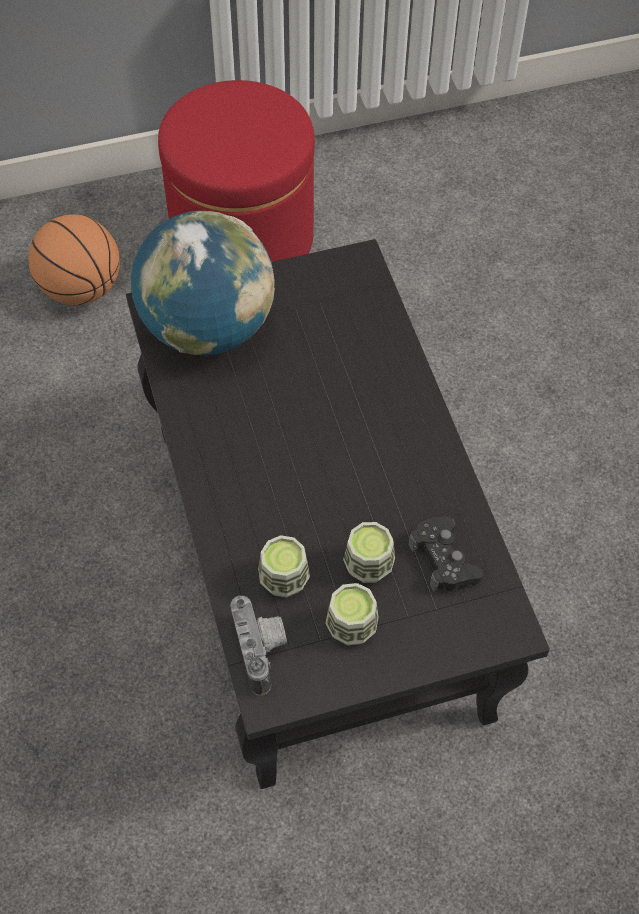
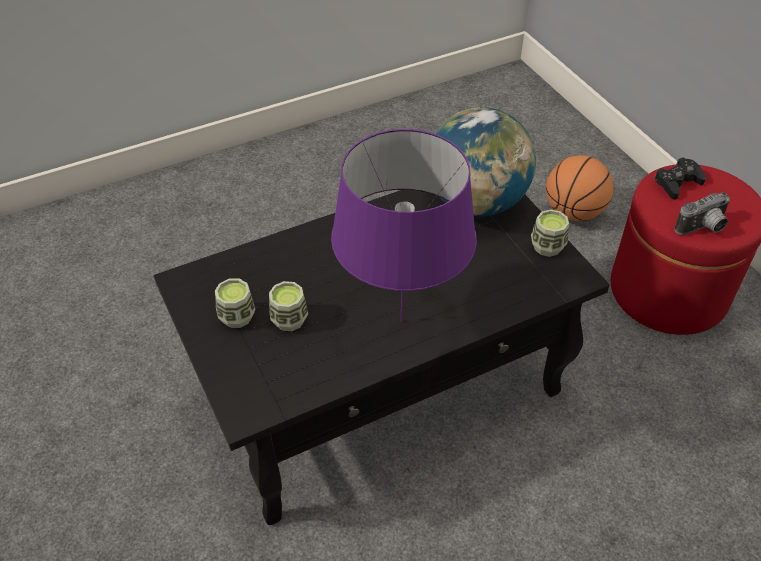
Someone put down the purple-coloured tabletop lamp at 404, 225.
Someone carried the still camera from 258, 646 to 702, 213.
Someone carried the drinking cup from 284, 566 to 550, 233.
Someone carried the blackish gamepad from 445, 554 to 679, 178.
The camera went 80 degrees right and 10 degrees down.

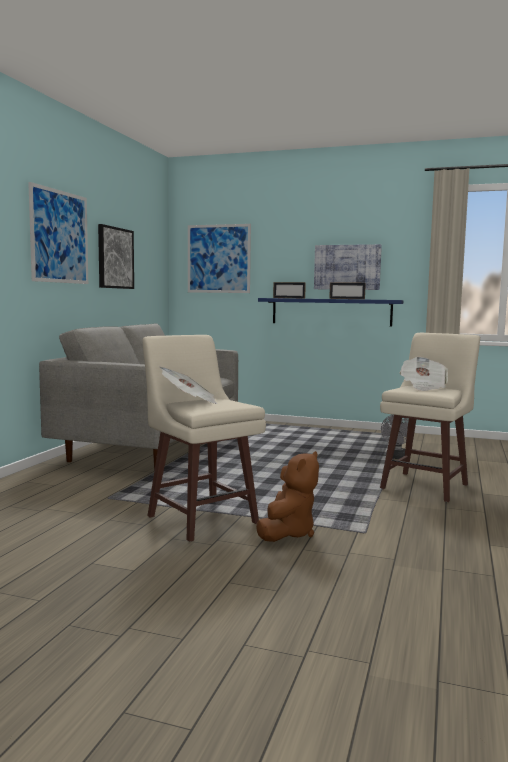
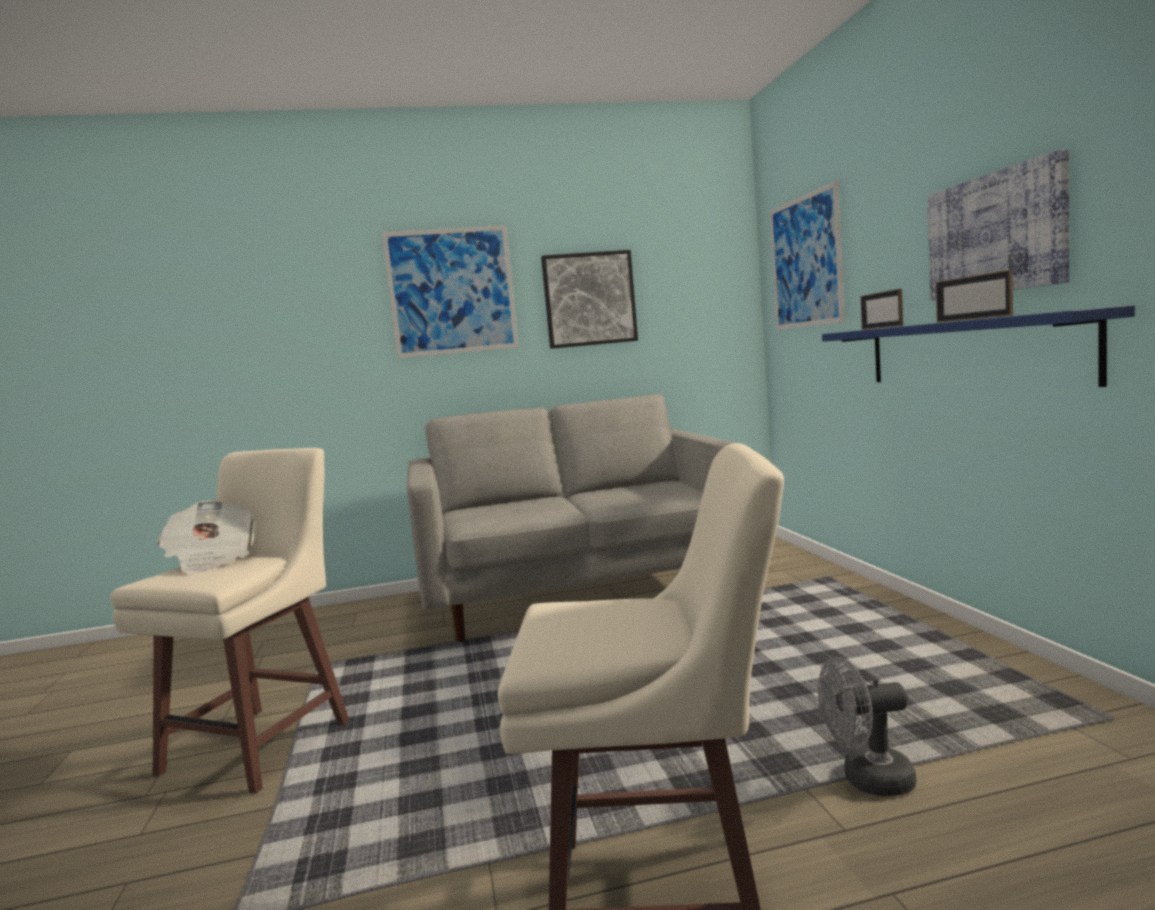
Someone took away the brown plush toy at 287, 496.
Someone took away the daily paper at 424, 374.
The camera went 60 degrees right and 0 degrees up.

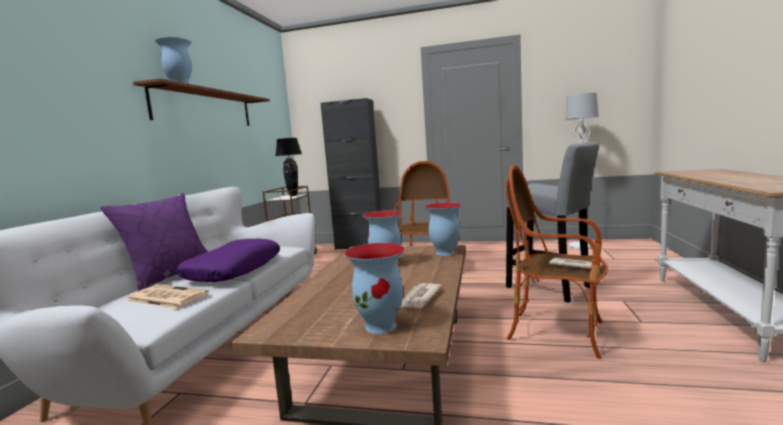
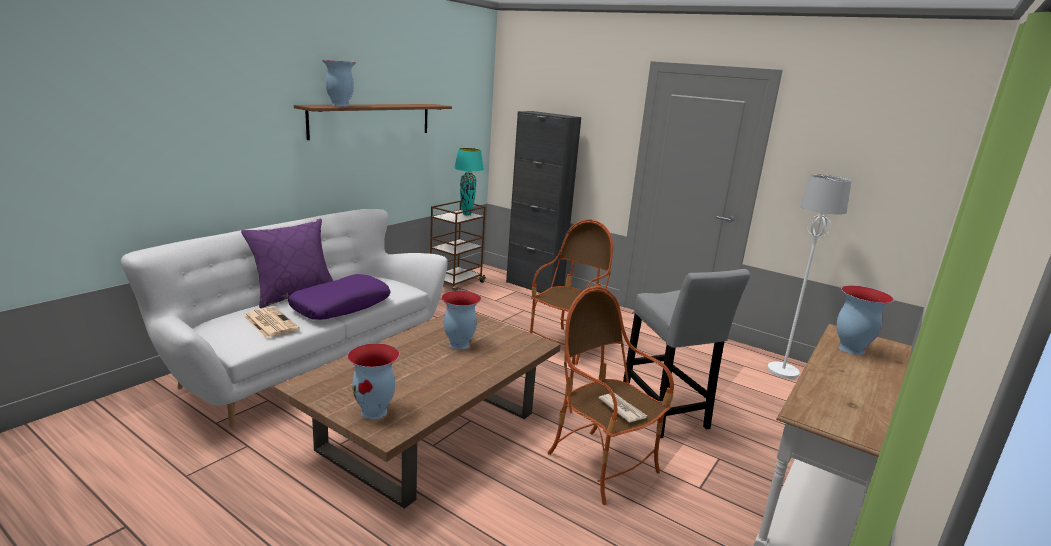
Someone took away the daily paper at 421, 295.
Someone carried the decorative vase from 443, 229 to 865, 320.
Someone repainted the blackish tabletop lamp at 289, 167, which became the blue-green tabletop lamp at 469, 182.
The camera went 20 degrees right and 10 degrees up.

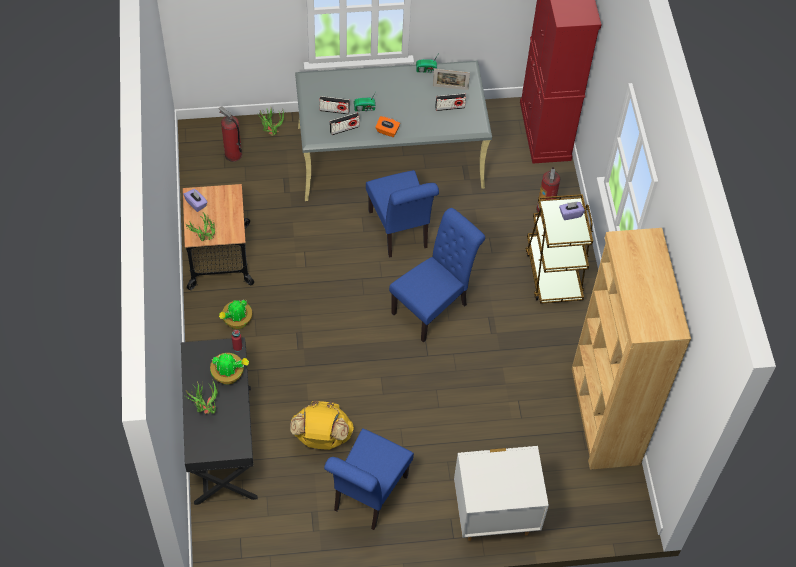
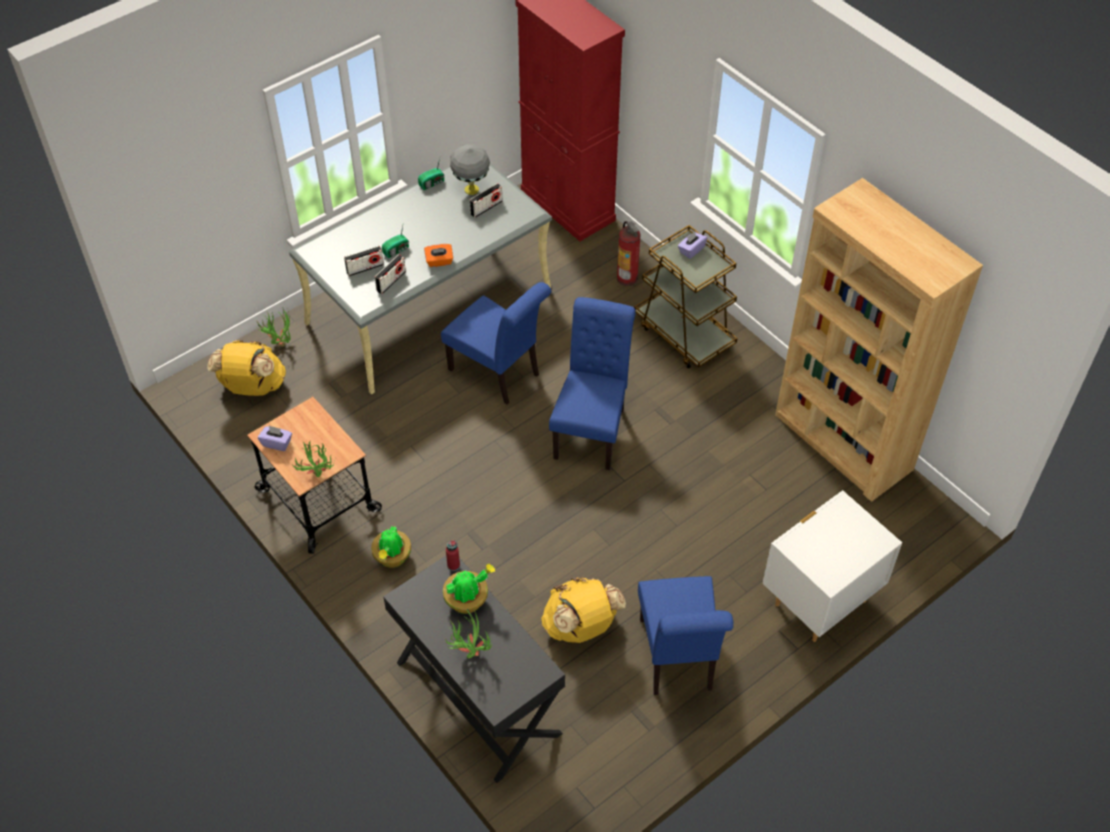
Someone swapped the fire extinguisher at 230, 134 for the yellow-coloured backpack at 246, 368.
Someone swapped the photo frame at 451, 79 for the greyish tabletop lamp at 470, 169.
The camera went 30 degrees left and 5 degrees down.

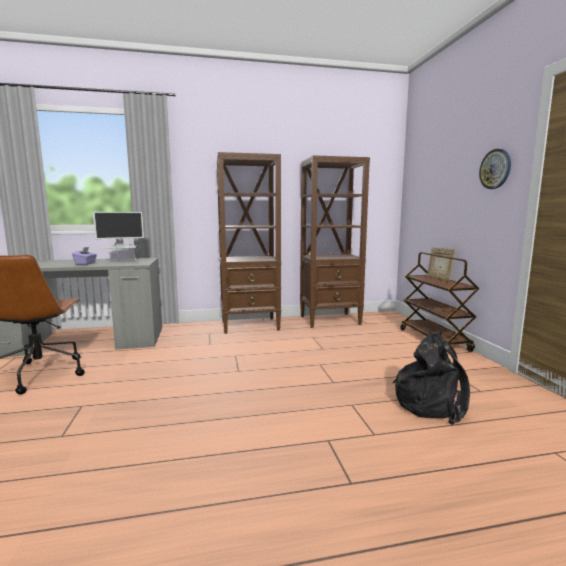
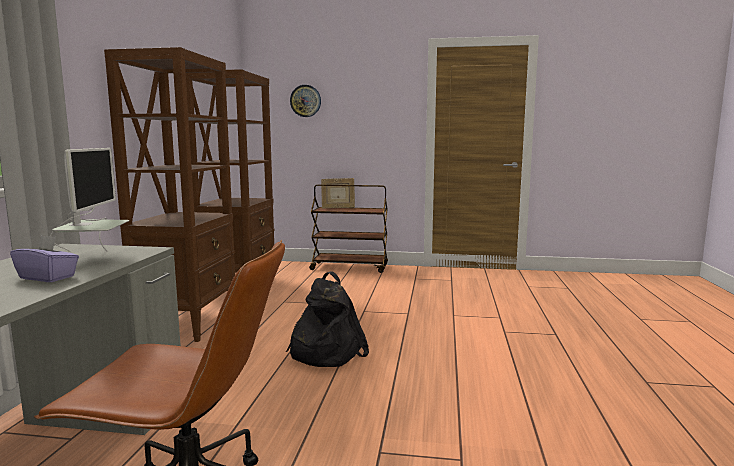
Someone carried the blackish backpack from 431, 377 to 327, 319.
Someone carried the hanging clock from 495, 169 to 305, 101.
The camera went 70 degrees left and 0 degrees up.

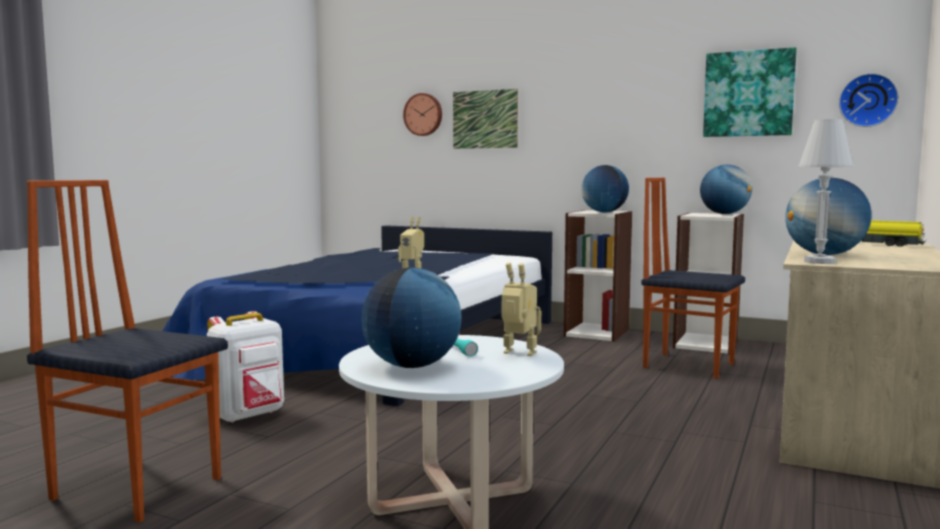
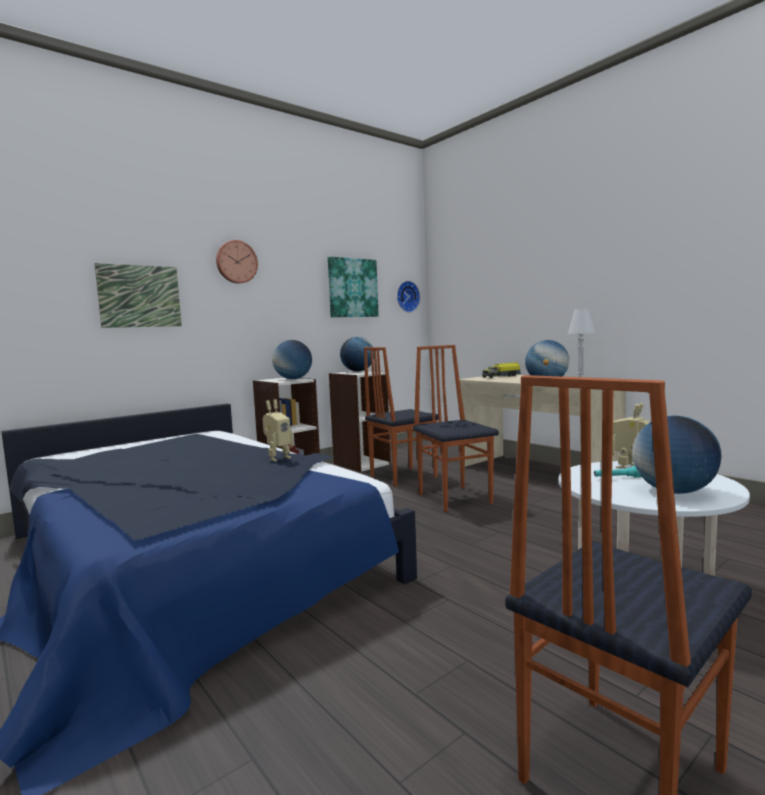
Someone took away the white-coloured backpack at 245, 367.
Someone put down the plain chair at 456, 428.
Someone carried the hanging clock from 422, 114 to 237, 262.
The camera went 65 degrees left and 0 degrees up.

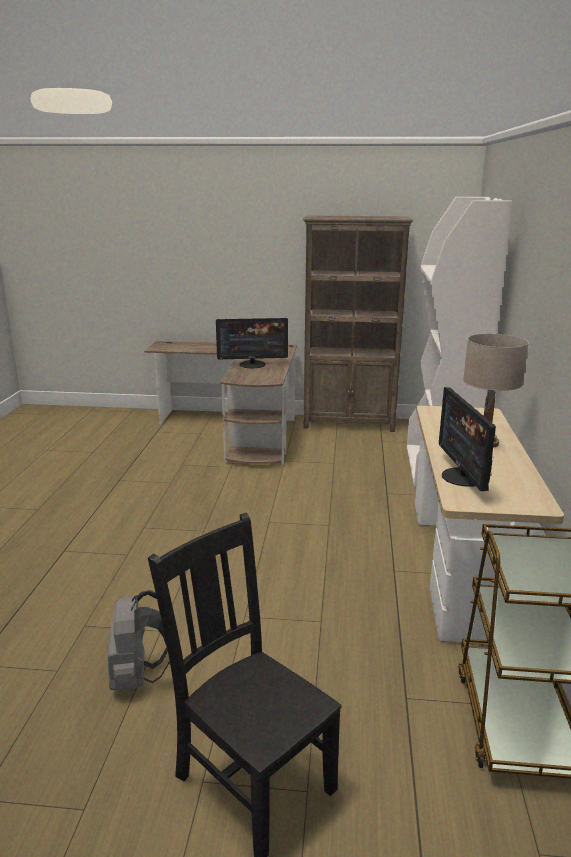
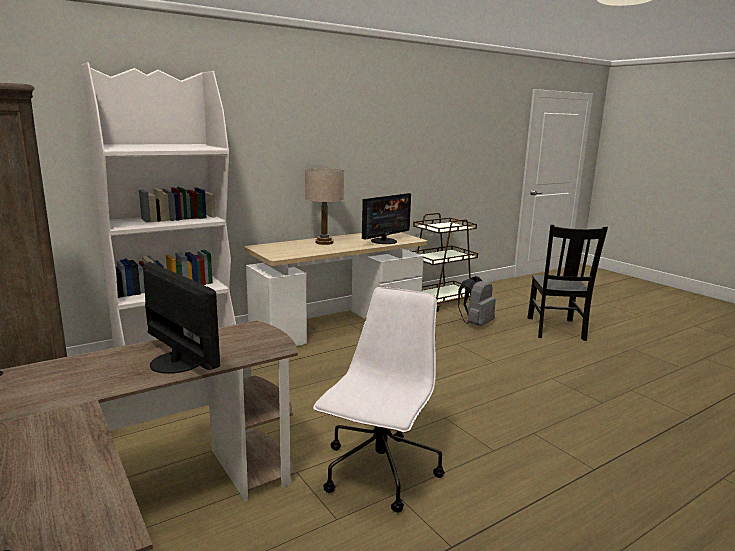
Someone put down the white-coloured office chair at 379, 400.
Someone carried the greyish backpack from 139, 640 to 477, 301.
The camera went 130 degrees left and 5 degrees down.

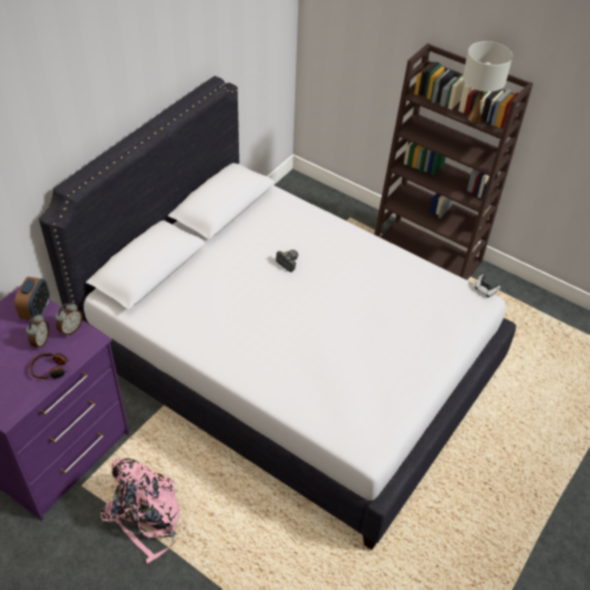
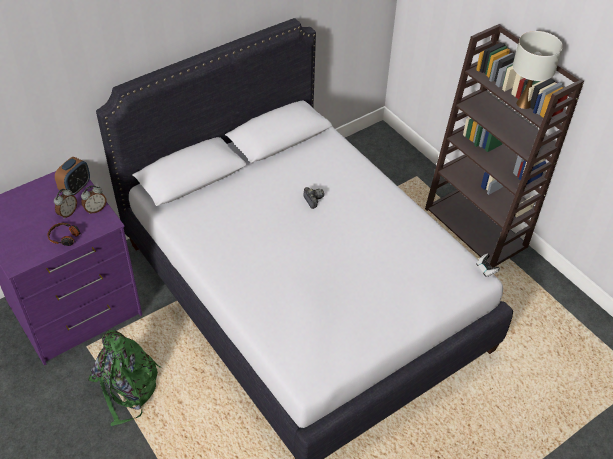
Someone repainted the pink-coloured backpack at 139, 511, which became the green-coloured backpack at 124, 378.
The camera went 20 degrees right and 0 degrees up.

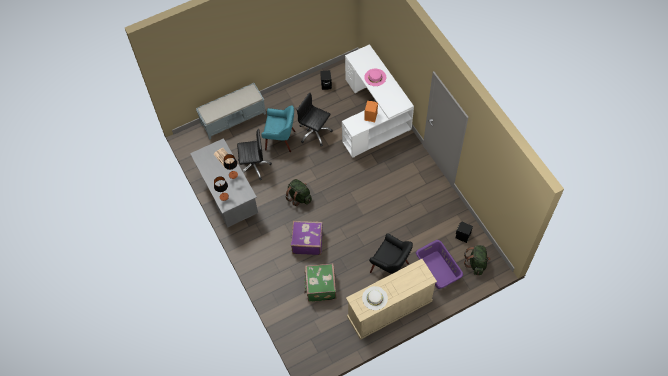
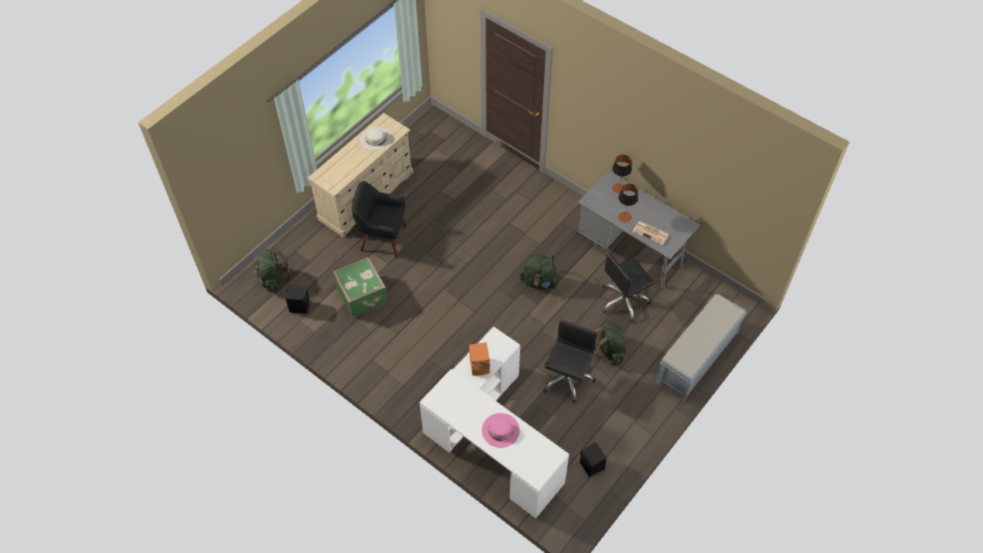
Someone took away the purple-coloured suitcase at 307, 238.
Someone took away the purple-coloured laundry basket at 439, 264.
Someone carried the green-coloured suitcase from 320, 282 to 360, 287.
Someone swapped the blue-green lounge chair at 278, 128 for the green-coloured backpack at 611, 343.
Someone rotated the blackish office chair at 315, 119 by 75 degrees counterclockwise.
The camera went 155 degrees right and 5 degrees down.

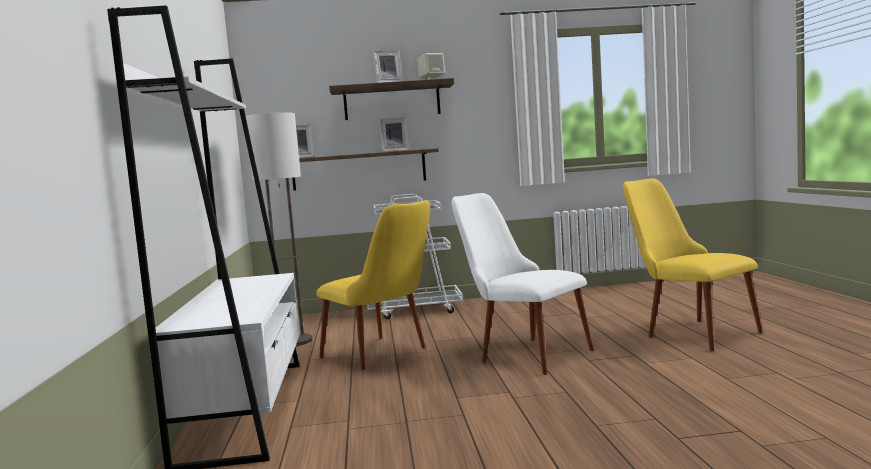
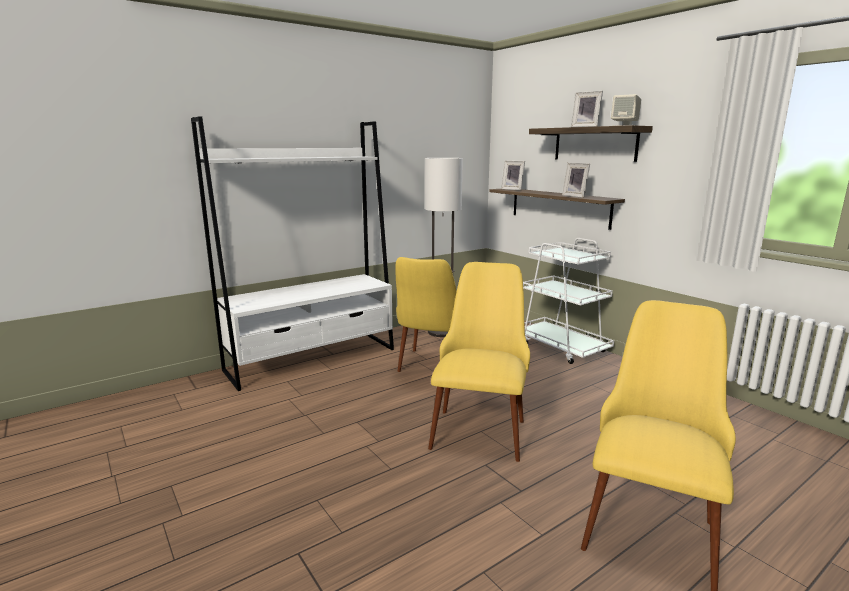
Someone repainted the white-coloured plain chair at 523, 284, which became the yellow-coloured plain chair at 479, 362.
The camera went 60 degrees right and 10 degrees up.

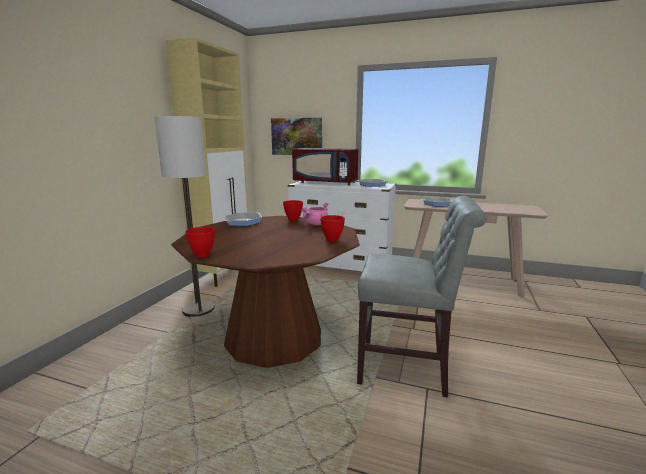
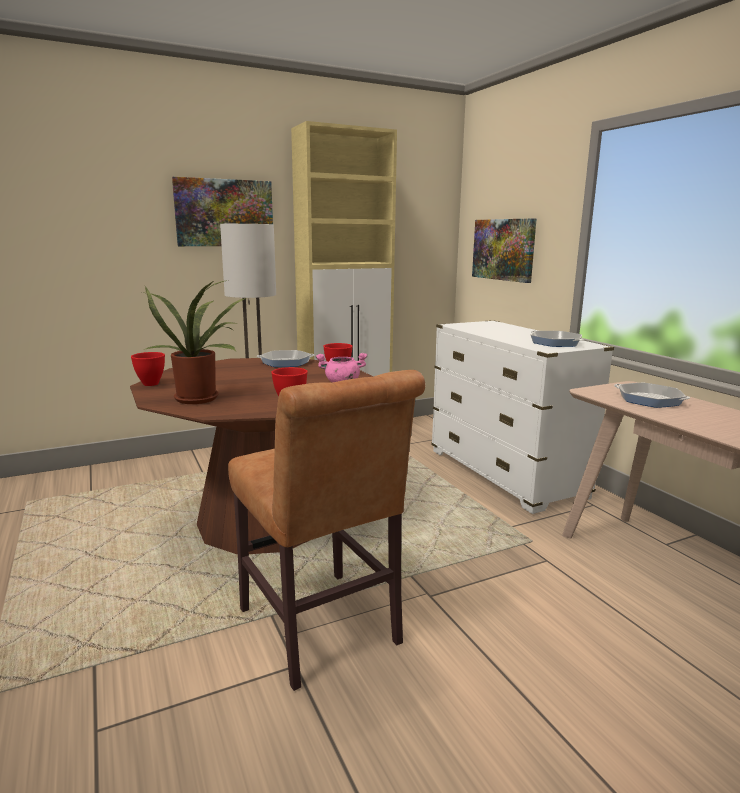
Someone took away the red microwave oven at 325, 166.
Someone put down the potted plant at 194, 342.
Someone put up the wall art at 222, 211.
Someone repainted the greyish plain chair at 422, 296, which became the brown plain chair at 326, 530.
The camera went 45 degrees right and 0 degrees up.

